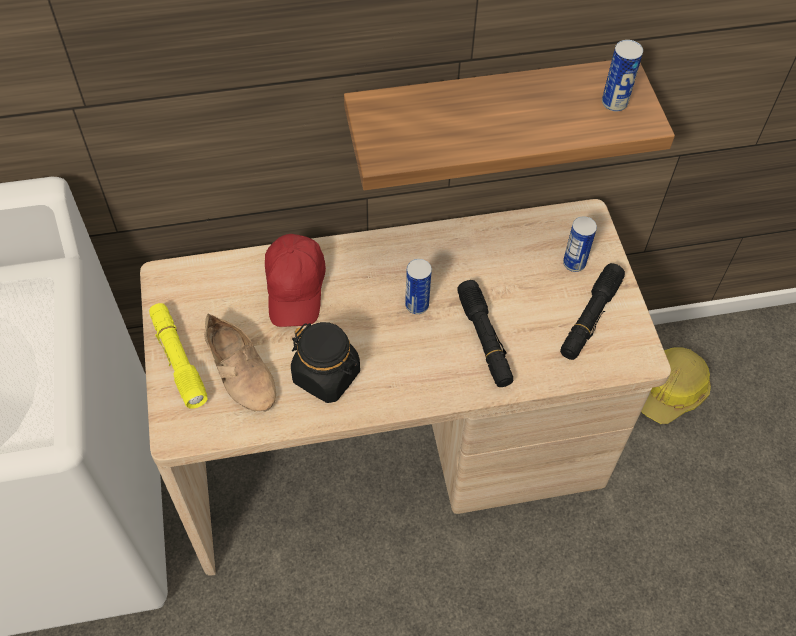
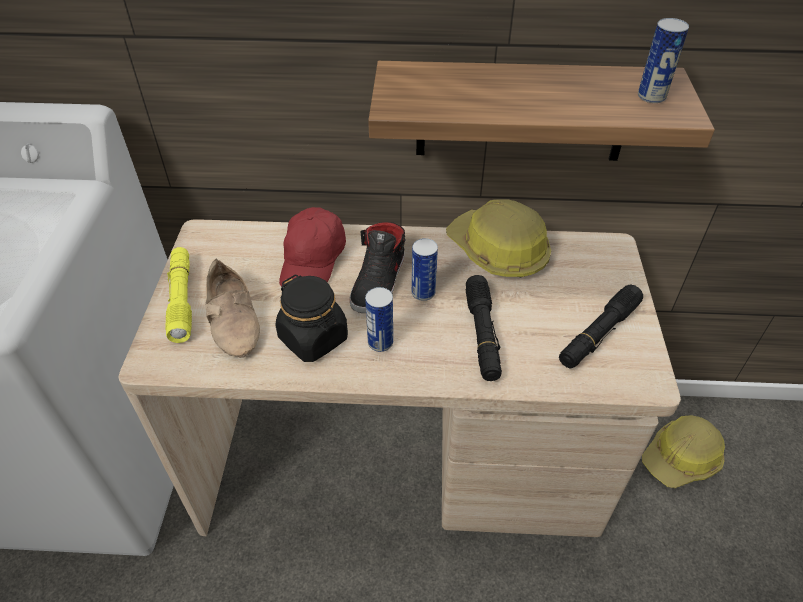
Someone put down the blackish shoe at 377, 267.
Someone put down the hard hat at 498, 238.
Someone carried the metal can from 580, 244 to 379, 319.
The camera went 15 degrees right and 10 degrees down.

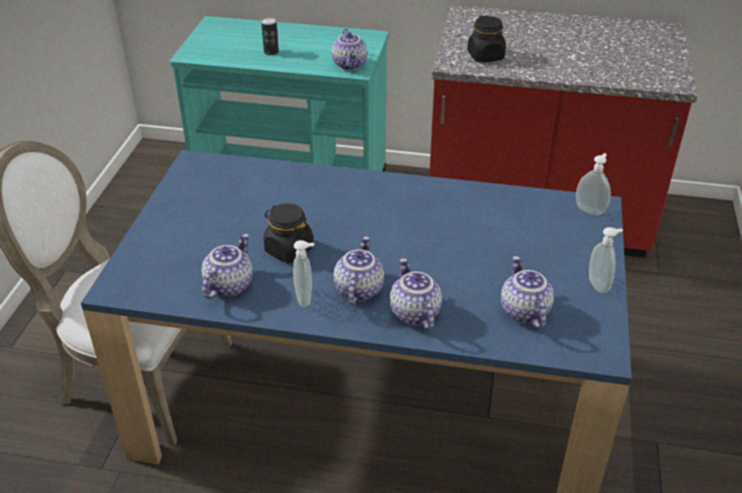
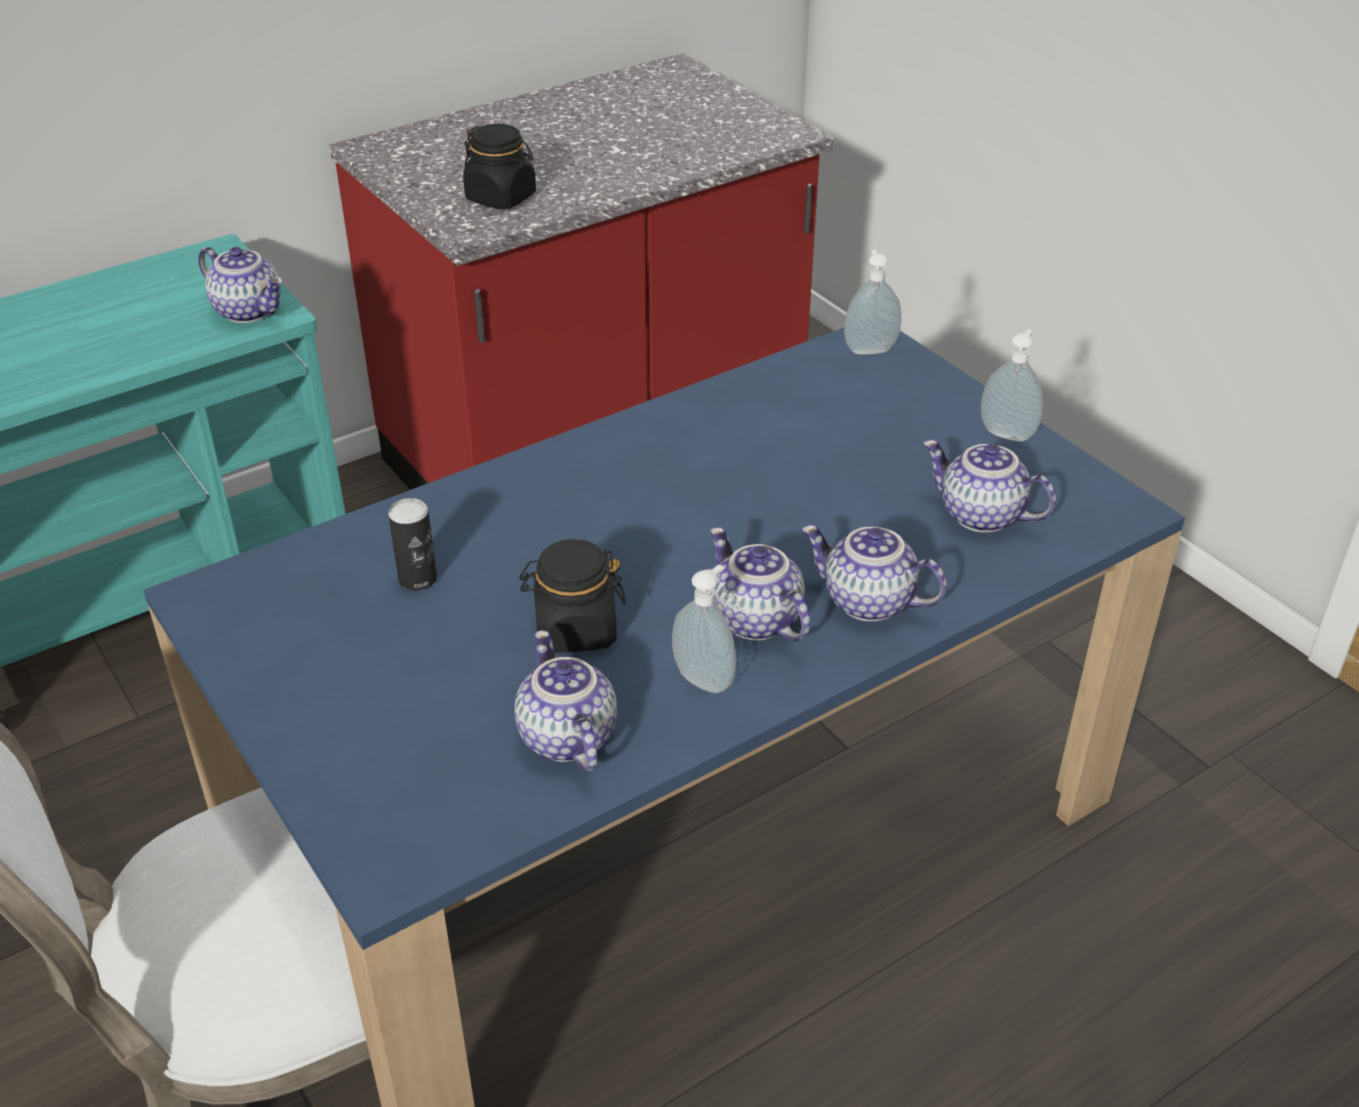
Someone carried the metal can from 270, 36 to 412, 544.
The camera went 45 degrees left and 0 degrees up.

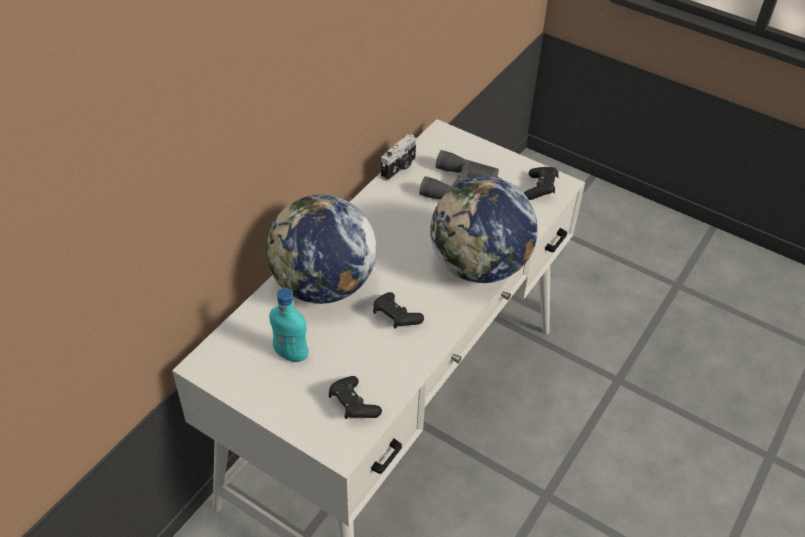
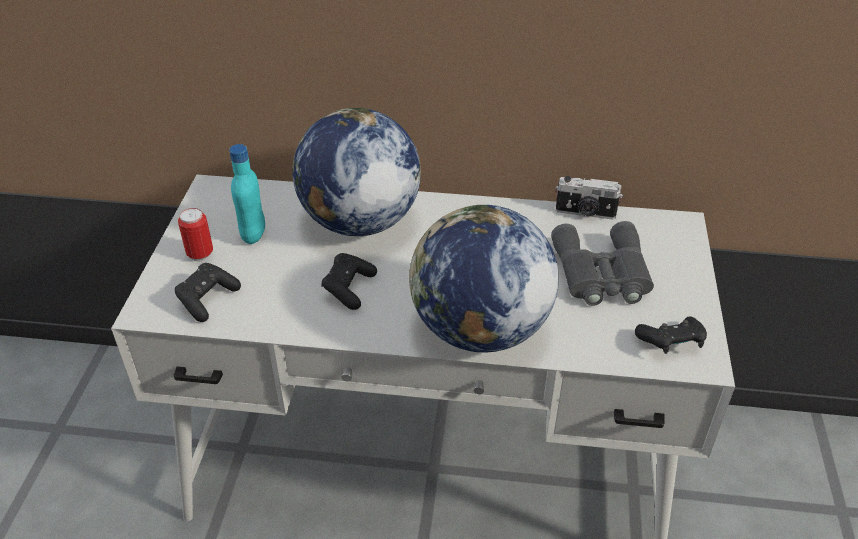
Someone put down the metal can at 195, 234.
The camera went 65 degrees right and 5 degrees down.

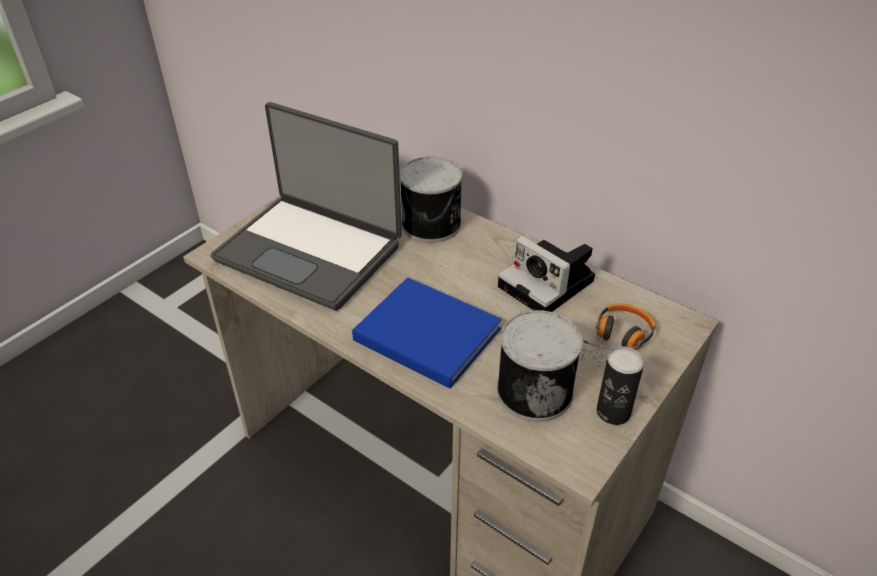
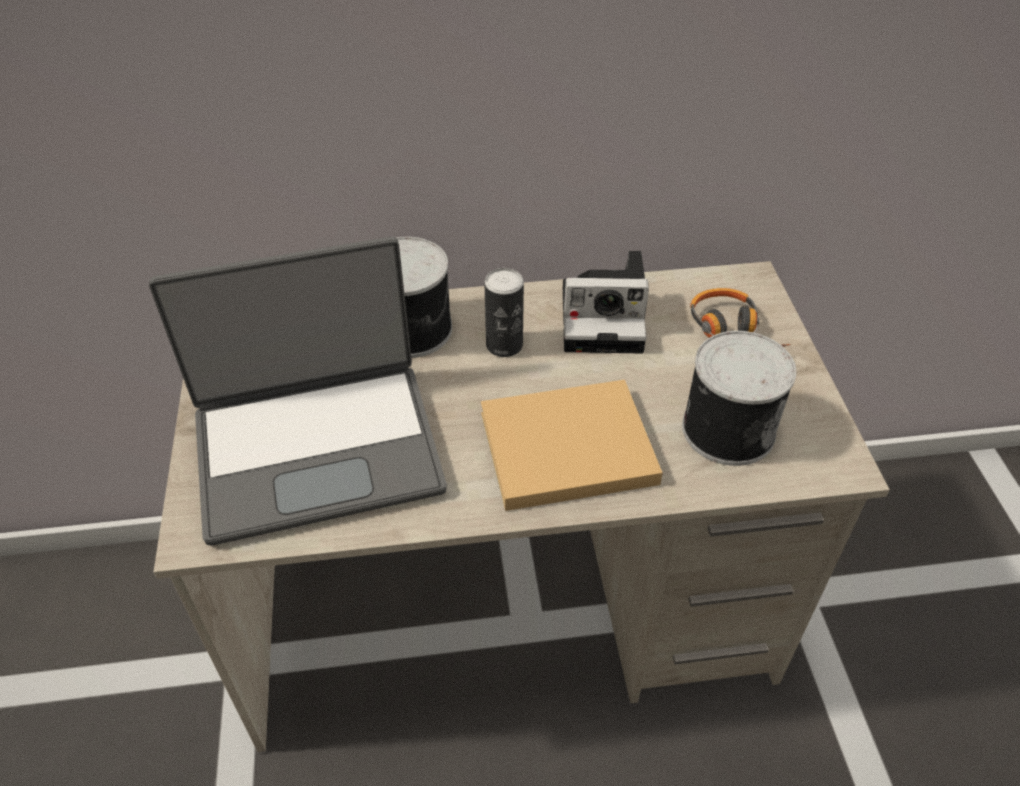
Someone carried the metal can from 620, 386 to 504, 312.
Someone repainted the bluish book at 427, 332, which became the sand-coloured book at 572, 445.
The camera went 45 degrees left and 5 degrees up.

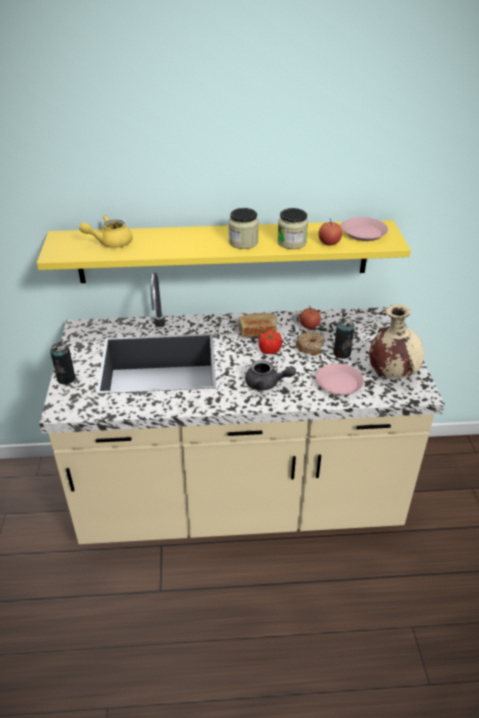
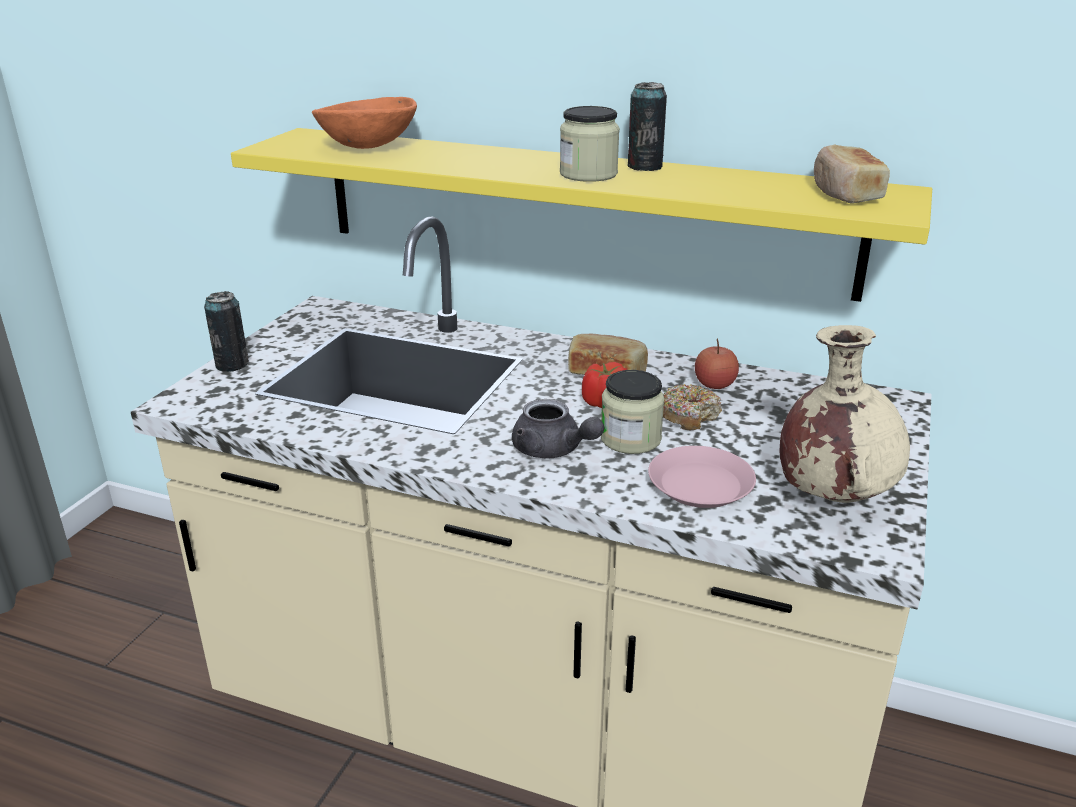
Someone took away the apple fruit at 330, 232.
Someone carried the storage jar from 292, 228 to 633, 412.
Someone carried the metal can from 343, 338 to 647, 126.
Someone swapped the yellow-coloured teapot at 106, 231 for the orange-coloured bowl at 364, 123.
Someone swapped the pink-coloured flat dish at 364, 229 for the bread at 852, 174.
The camera went 25 degrees right and 10 degrees down.

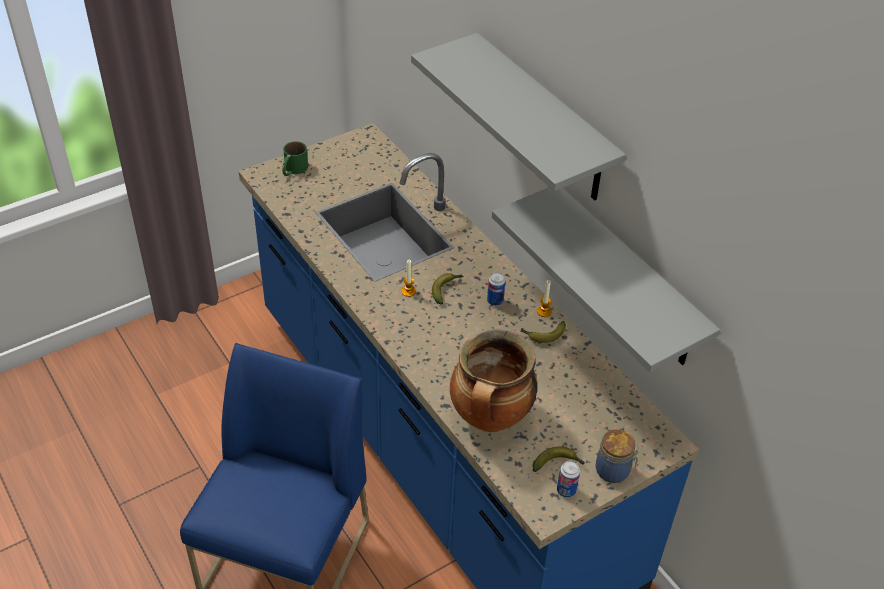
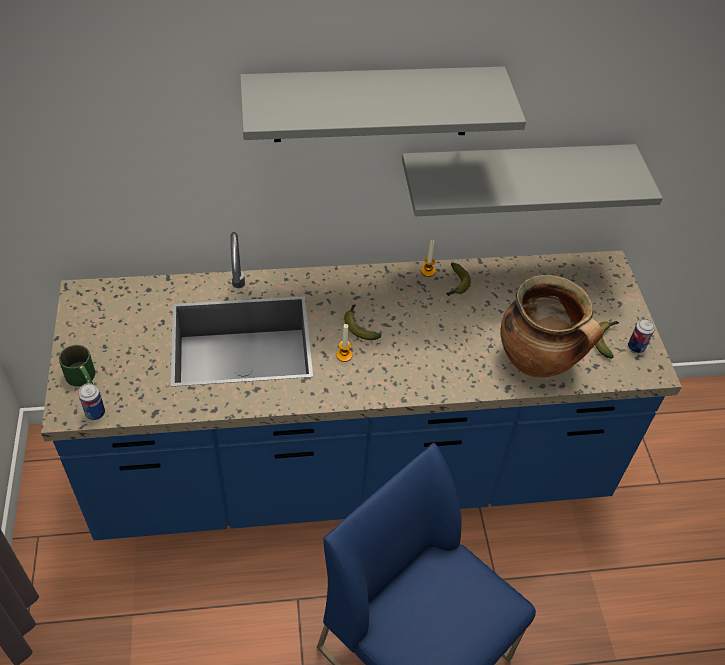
Someone took away the storage jar at 618, 456.
Someone carried the metal can from 496, 289 to 92, 401.
The camera went 65 degrees left and 5 degrees up.

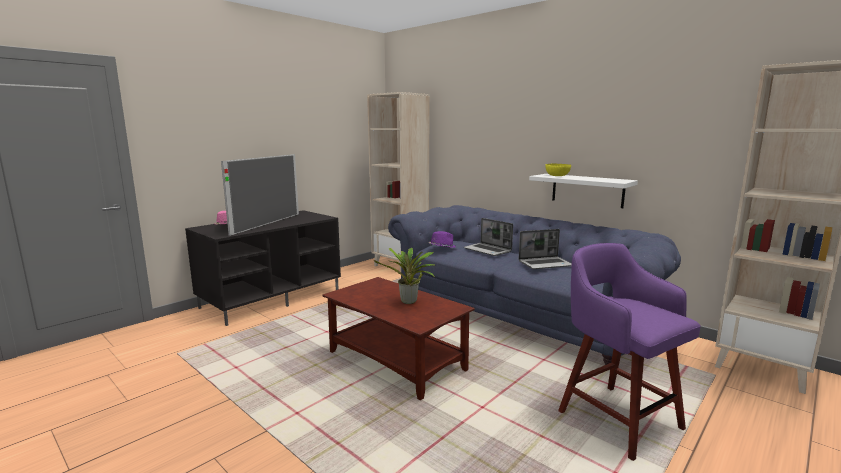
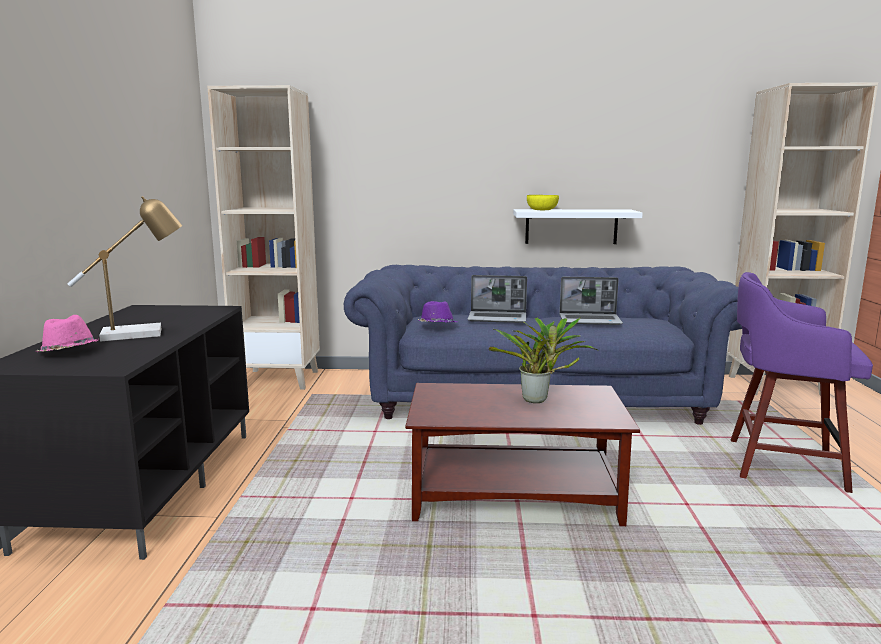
Someone swapped the TV at 260, 195 for the tabletop lamp at 124, 268.
Someone rotated the laptop at 545, 249 by 60 degrees clockwise.
The camera went 40 degrees left and 0 degrees up.

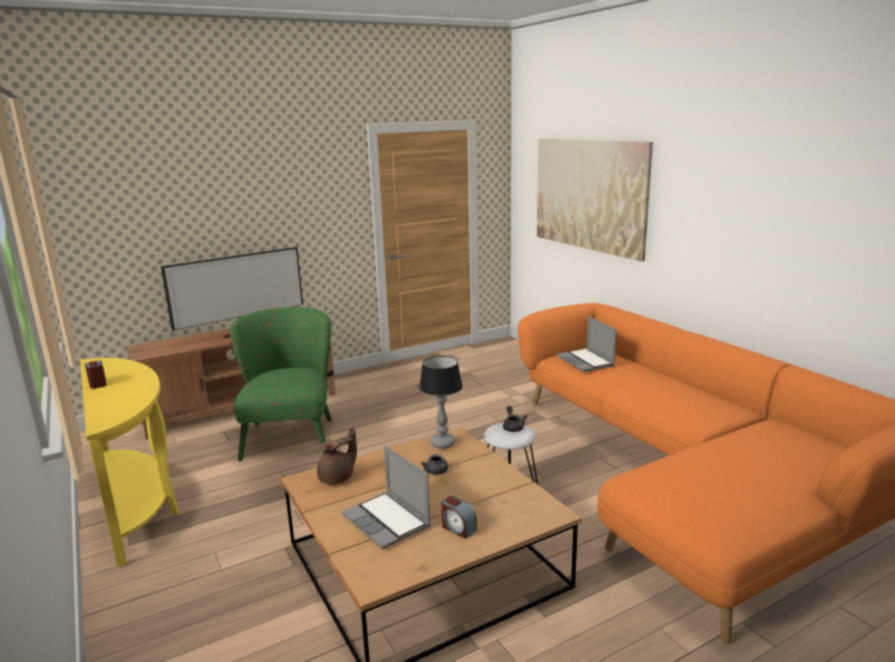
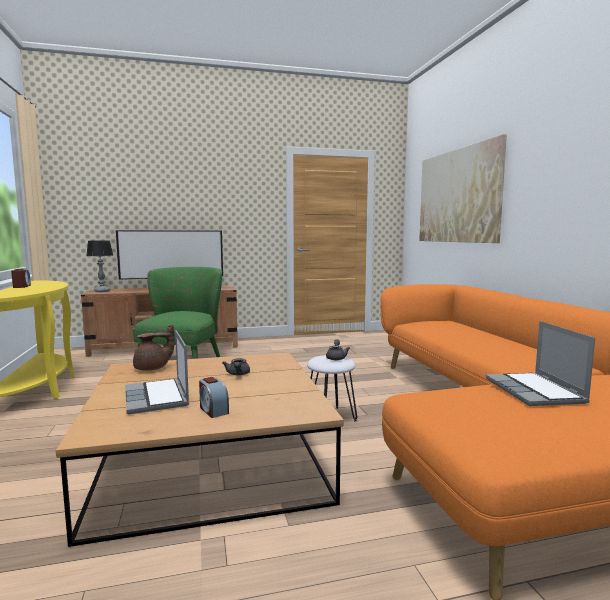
Someone carried the tabletop lamp from 441, 402 to 99, 266.
Someone carried the laptop from 587, 344 to 540, 363.
The camera went 15 degrees right and 10 degrees down.

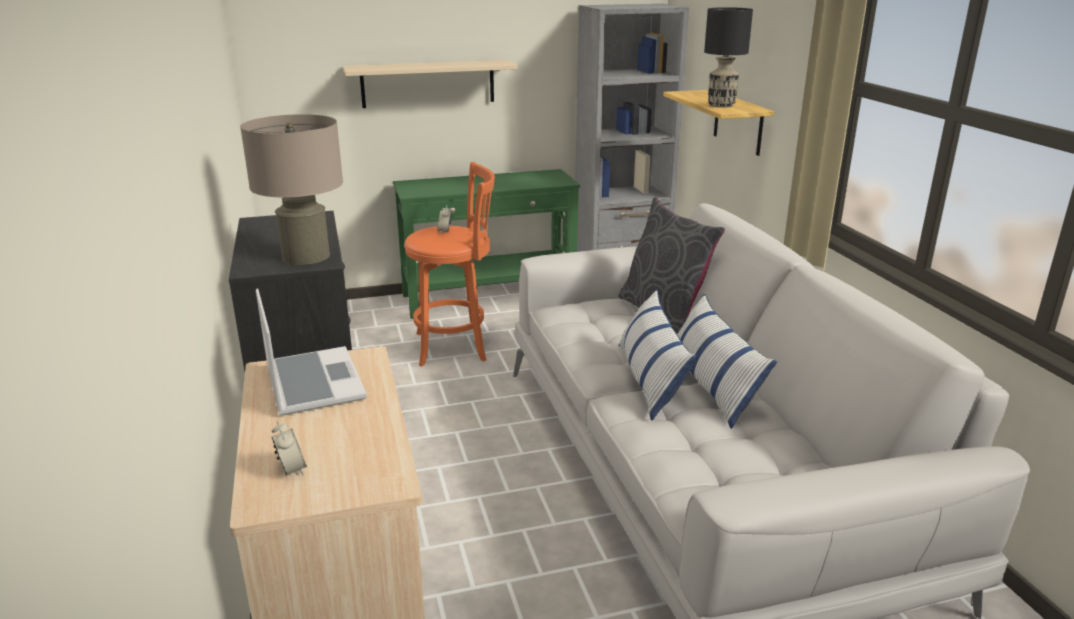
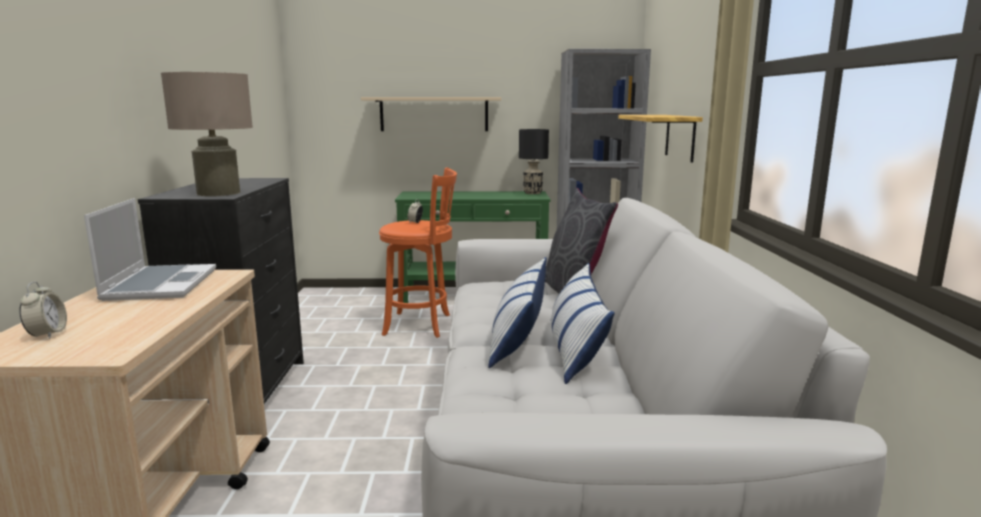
Someone carried the blackish tabletop lamp from 728, 57 to 534, 161.
The camera went 15 degrees right and 10 degrees down.

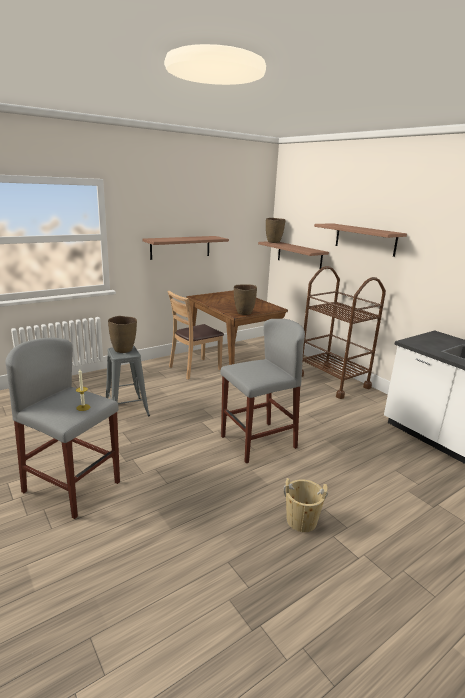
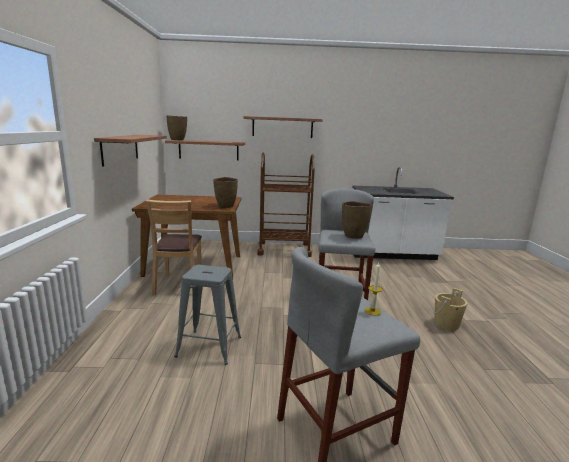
Someone carried the brown decorative vase from 122, 334 to 357, 220.
The camera went 55 degrees left and 5 degrees down.

